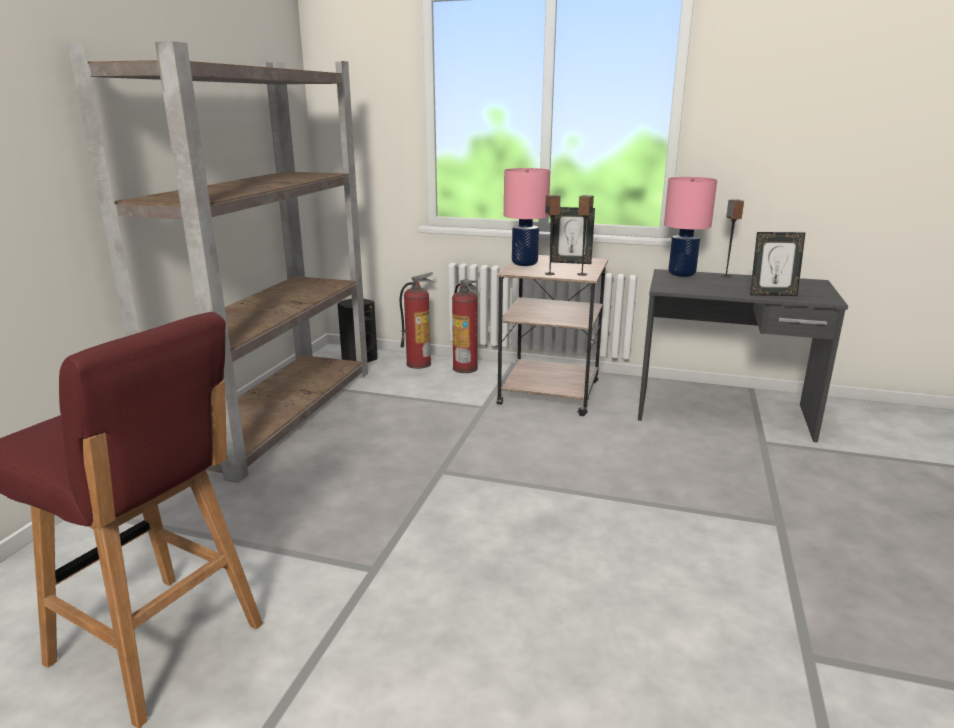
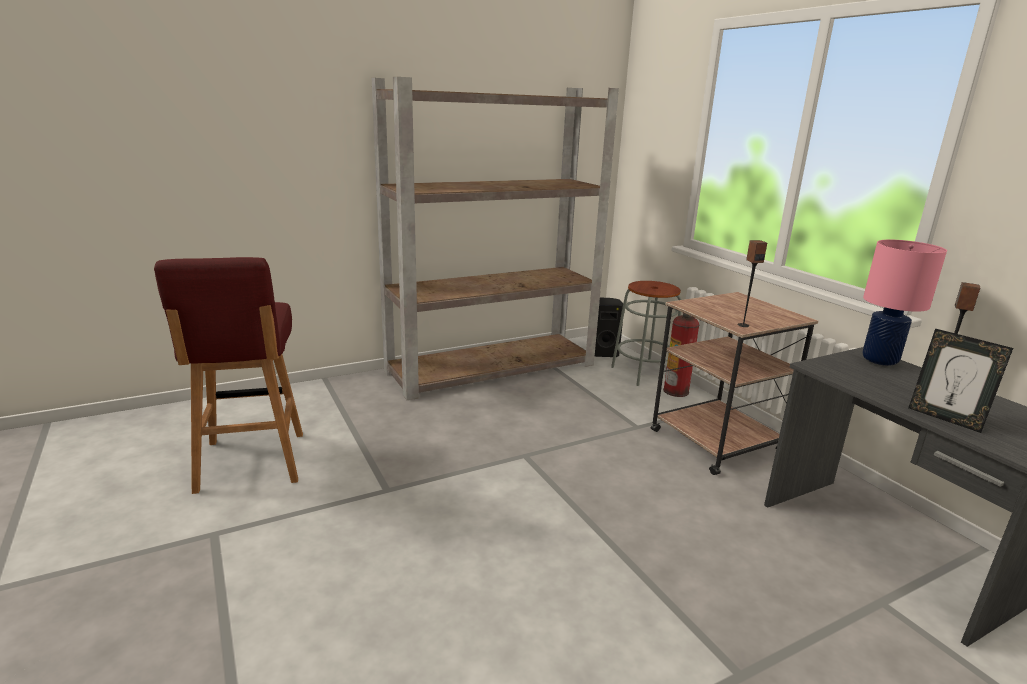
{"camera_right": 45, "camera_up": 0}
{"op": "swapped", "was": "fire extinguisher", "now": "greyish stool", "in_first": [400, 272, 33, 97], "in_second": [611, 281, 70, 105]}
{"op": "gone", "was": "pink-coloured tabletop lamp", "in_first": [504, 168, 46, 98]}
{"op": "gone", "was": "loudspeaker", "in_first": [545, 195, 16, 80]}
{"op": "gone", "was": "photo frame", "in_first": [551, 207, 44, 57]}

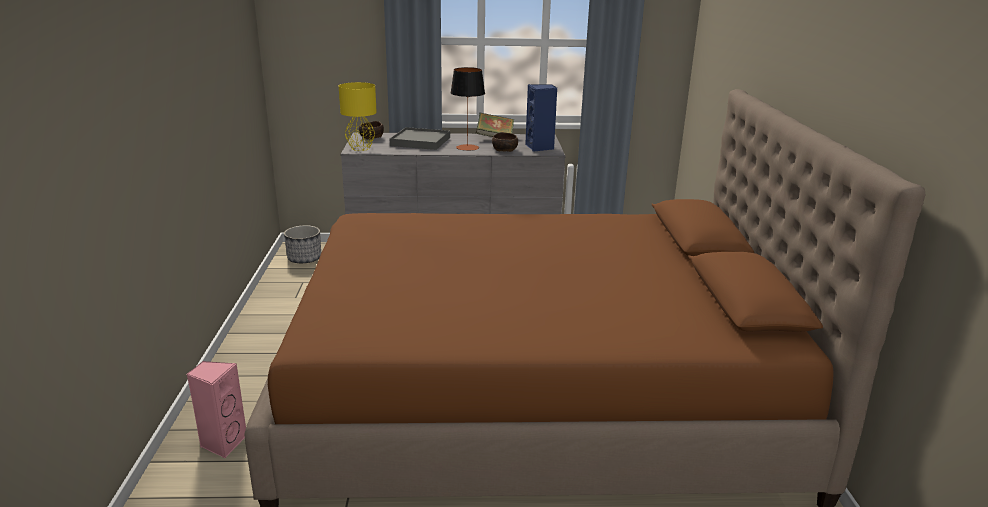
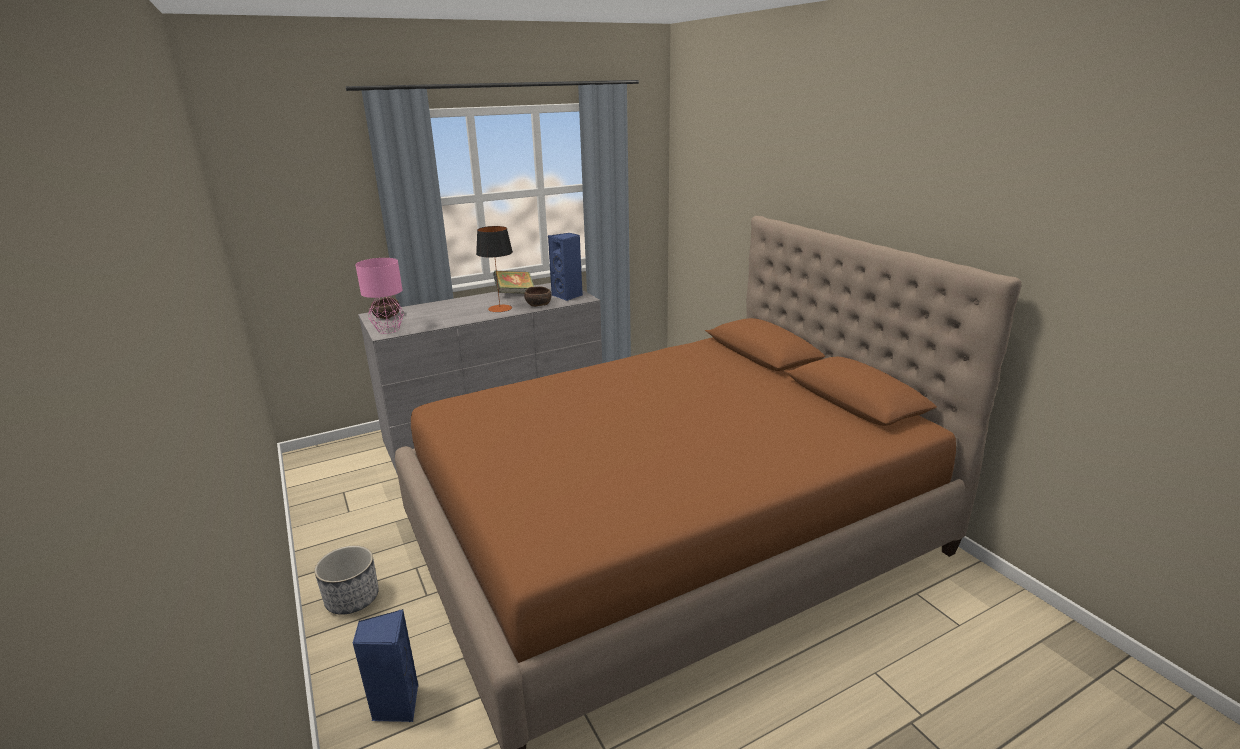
{"camera_right": -25, "camera_up": 0}
{"op": "repainted", "was": "pink-coloured loudspeaker", "now": "blue-coloured loudspeaker", "in_first": [187, 361, 59, 97], "in_second": [352, 609, 67, 113]}
{"op": "shifted", "was": "plant pot", "in_first": [284, 225, 37, 38], "in_second": [314, 546, 65, 69]}
{"op": "repainted", "was": "yellowish tabletop lamp", "now": "pink-coloured tabletop lamp", "in_first": [339, 82, 38, 69], "in_second": [355, 258, 49, 76]}
{"op": "gone", "was": "greyish serving tray", "in_first": [390, 127, 60, 23]}

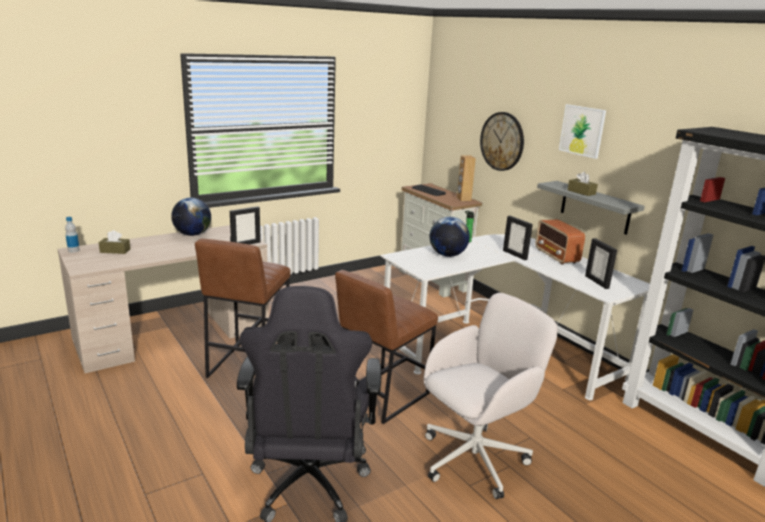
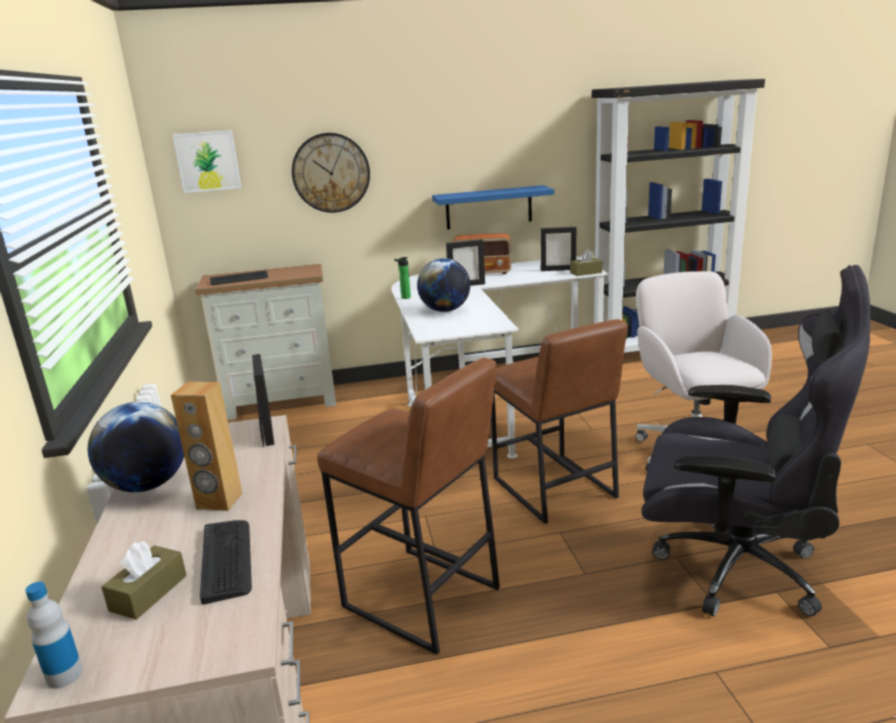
{"camera_right": -65, "camera_up": 0}
{"op": "shifted", "was": "brown loudspeaker", "in_first": [457, 156, 19, 45], "in_second": [171, 382, 71, 129]}
{"op": "repainted", "was": "greyish wall shelf", "now": "blue-coloured wall shelf", "in_first": [537, 181, 108, 54], "in_second": [432, 185, 122, 45]}
{"op": "shifted", "was": "wall art", "in_first": [559, 104, 47, 55], "in_second": [173, 130, 68, 63]}
{"op": "shifted", "was": "brown box of tissues", "in_first": [568, 172, 30, 24], "in_second": [570, 249, 32, 27]}
{"op": "new", "now": "computer keyboard", "in_second": [200, 520, 52, 85]}

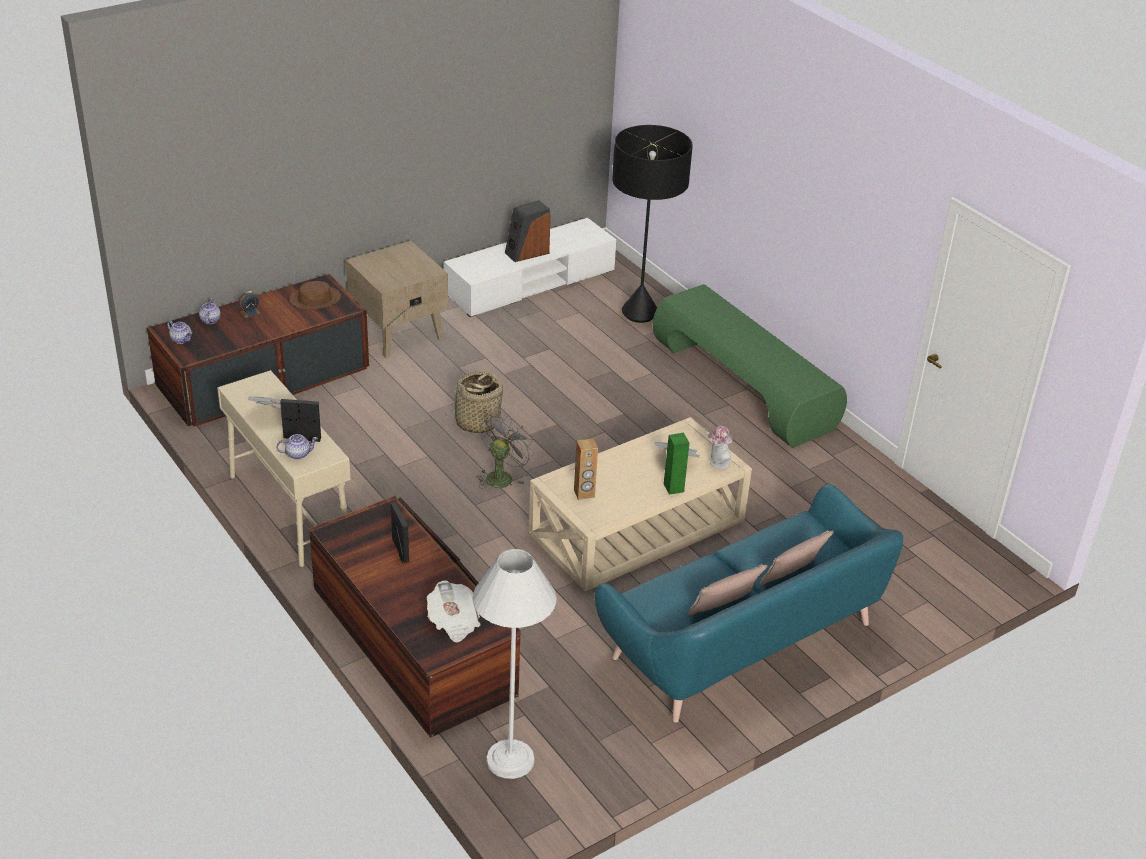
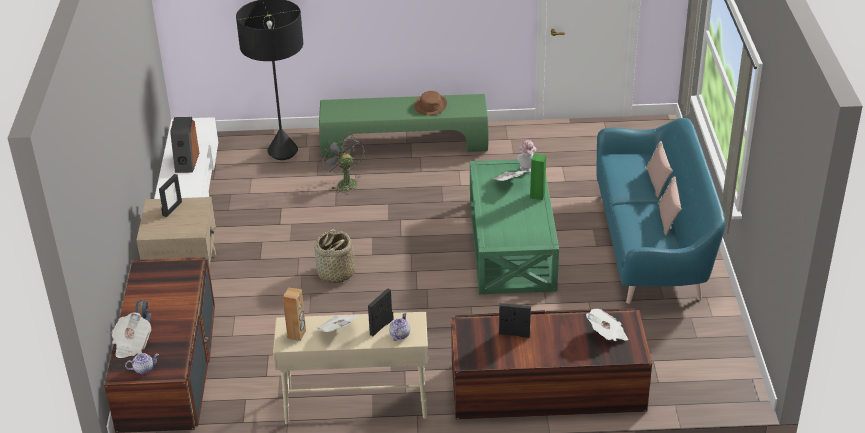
{"camera_right": -55, "camera_up": 0}
{"op": "swapped", "was": "teapot", "now": "printed paper", "in_first": [199, 298, 22, 27], "in_second": [111, 312, 41, 46]}
{"op": "shifted", "was": "brown hat", "in_first": [289, 281, 52, 29], "in_second": [414, 91, 33, 24]}
{"op": "gone", "was": "white standard lamp", "in_first": [473, 549, 84, 230]}
{"op": "shifted", "was": "greyish fan", "in_first": [477, 414, 57, 75], "in_second": [321, 136, 43, 59]}
{"op": "repainted", "was": "sand-coloured coffee table", "now": "greenish coffee table", "in_first": [529, 417, 223, 174], "in_second": [470, 159, 89, 135]}
{"op": "shifted", "was": "brown loudspeaker", "in_first": [574, 438, 24, 62], "in_second": [283, 287, 23, 54]}
{"op": "new", "now": "photo frame", "in_second": [159, 174, 23, 43]}

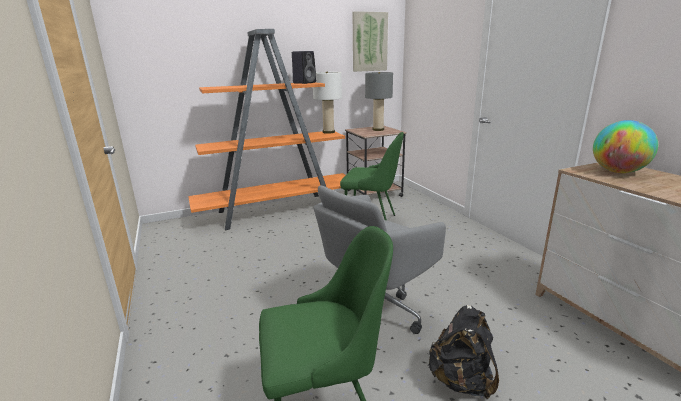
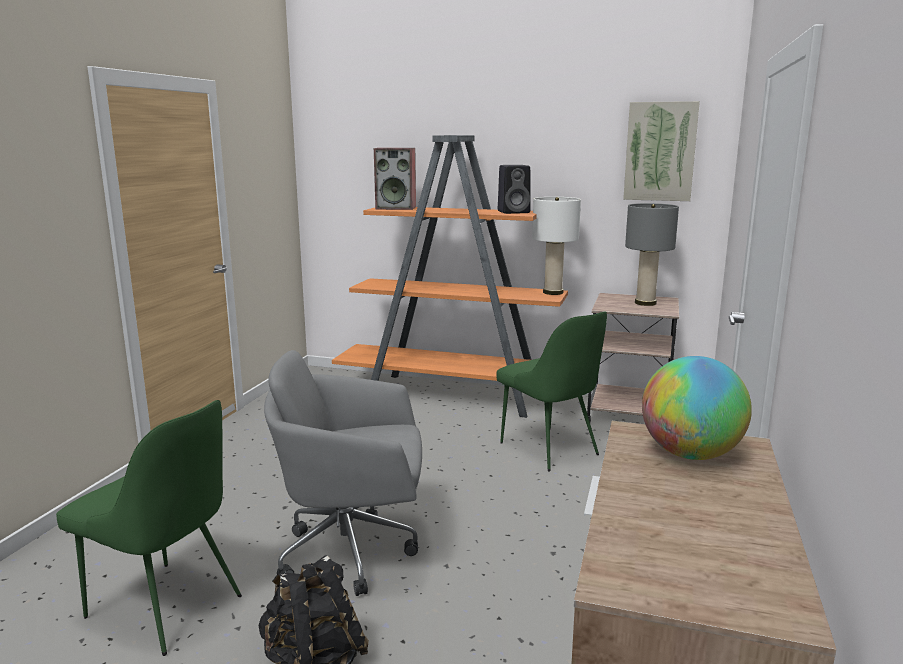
{"camera_right": 40, "camera_up": -5}
{"op": "new", "now": "loudspeaker", "in_second": [374, 148, 42, 62]}

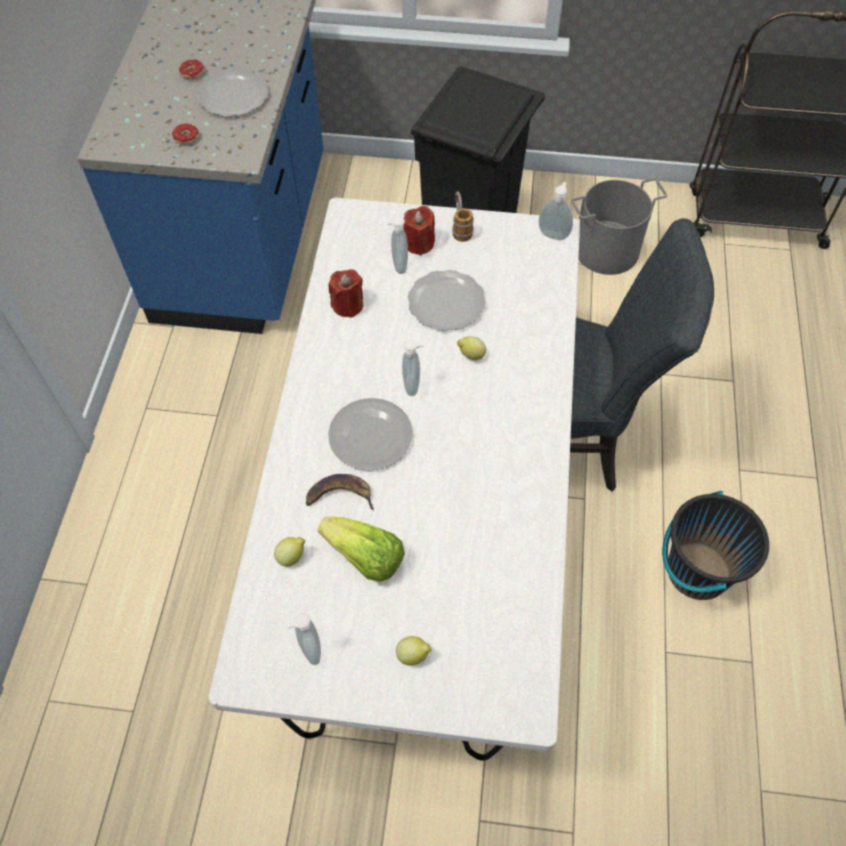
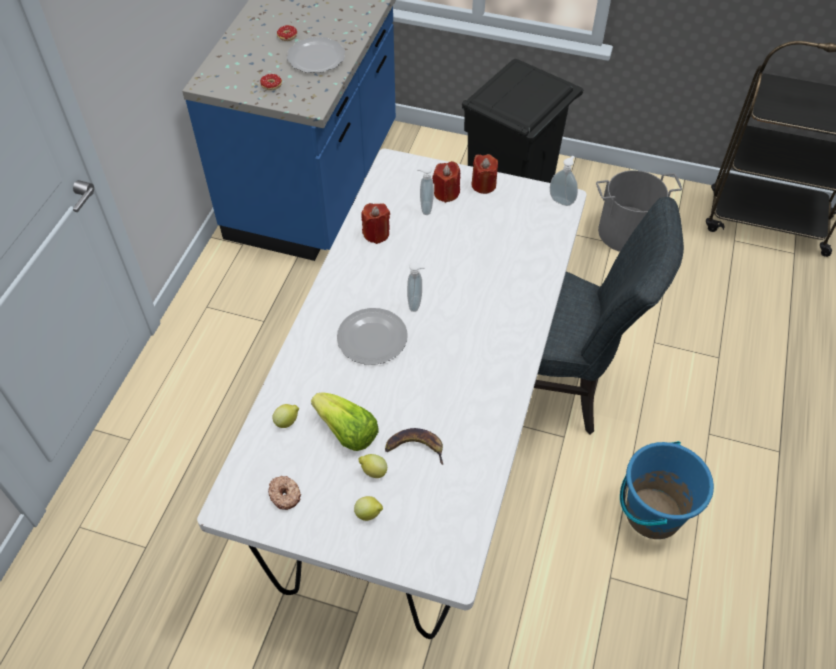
{"camera_right": 10, "camera_up": -5}
{"op": "swapped", "was": "soap bottle", "now": "doughnut", "in_first": [286, 613, 35, 52], "in_second": [268, 476, 33, 34]}
{"op": "shifted", "was": "whole banana", "in_first": [306, 474, 68, 36], "in_second": [385, 428, 58, 37]}
{"op": "gone", "was": "plate", "in_first": [408, 270, 78, 61]}
{"op": "swapped", "was": "coffee mug", "now": "red-coloured wax light", "in_first": [452, 191, 22, 51], "in_second": [471, 154, 27, 40]}
{"op": "shifted", "was": "whole lemon", "in_first": [457, 336, 29, 24], "in_second": [358, 454, 29, 24]}
{"op": "repainted", "was": "blackish water bucket", "now": "blue-coloured water bucket", "in_first": [662, 491, 107, 109], "in_second": [620, 441, 94, 98]}

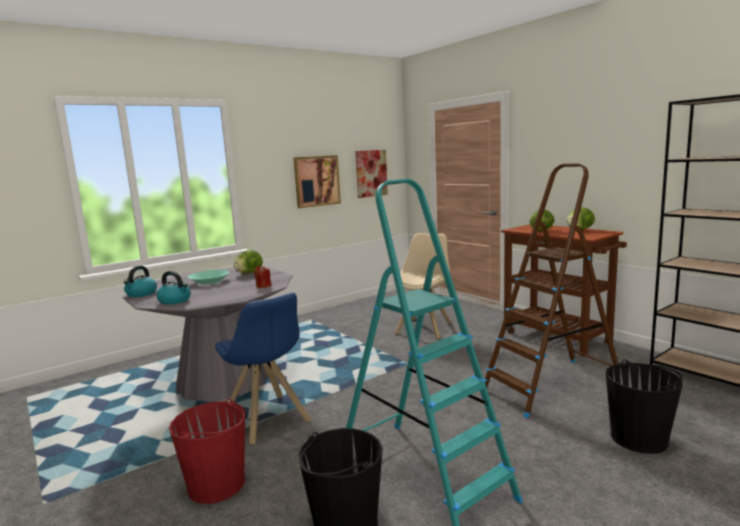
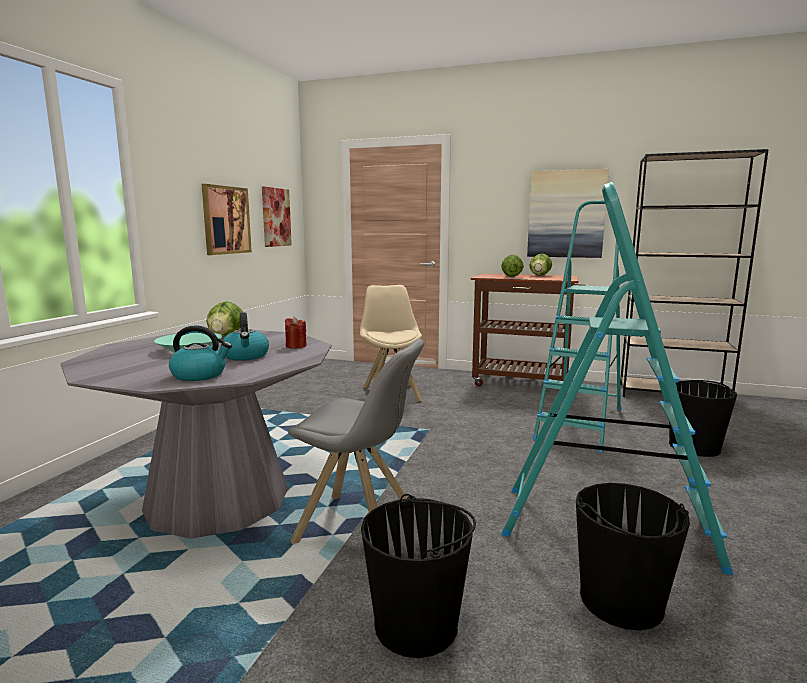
{"camera_right": -35, "camera_up": 0}
{"op": "shifted", "was": "kettle", "in_first": [124, 266, 33, 31], "in_second": [221, 313, 48, 48]}
{"op": "repainted", "was": "red-coloured water bucket", "now": "blackish water bucket", "in_first": [169, 399, 76, 105], "in_second": [361, 494, 115, 164]}
{"op": "repainted", "was": "blue-coloured chair", "now": "greyish chair", "in_first": [215, 293, 96, 152], "in_second": [288, 339, 136, 205]}
{"op": "repainted", "was": "brown step stool", "now": "turquoise step stool", "in_first": [485, 163, 133, 255], "in_second": [533, 200, 88, 253]}
{"op": "new", "now": "wall art", "in_second": [527, 169, 82, 89]}

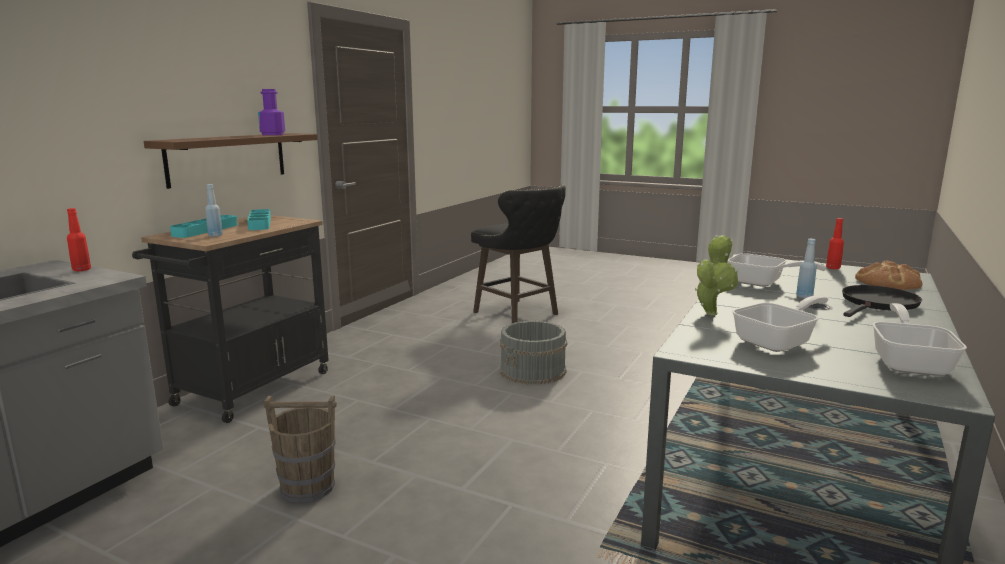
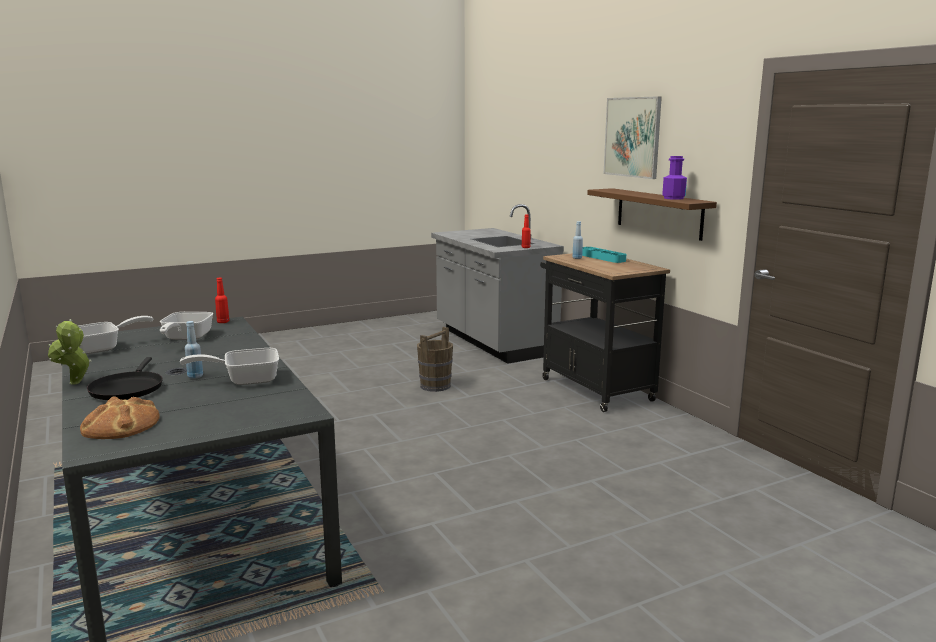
{"camera_right": 125, "camera_up": 0}
{"op": "gone", "was": "turquoise serving tray", "in_first": [247, 209, 24, 21]}
{"op": "gone", "was": "blackish stool", "in_first": [471, 184, 95, 139]}
{"op": "gone", "was": "greyish water bucket", "in_first": [500, 321, 67, 63]}
{"op": "shifted", "was": "plant in a pot", "in_first": [695, 235, 43, 81], "in_second": [47, 319, 44, 65]}
{"op": "shifted", "was": "red-coloured beverage bottle", "in_first": [826, 218, 18, 51], "in_second": [215, 278, 14, 45]}
{"op": "rotated", "was": "skillet", "in_first": [873, 303, 94, 73], "in_second": [78, 316, 75, 39], "clockwise": -90}
{"op": "new", "now": "wall art", "in_second": [604, 96, 58, 83]}

